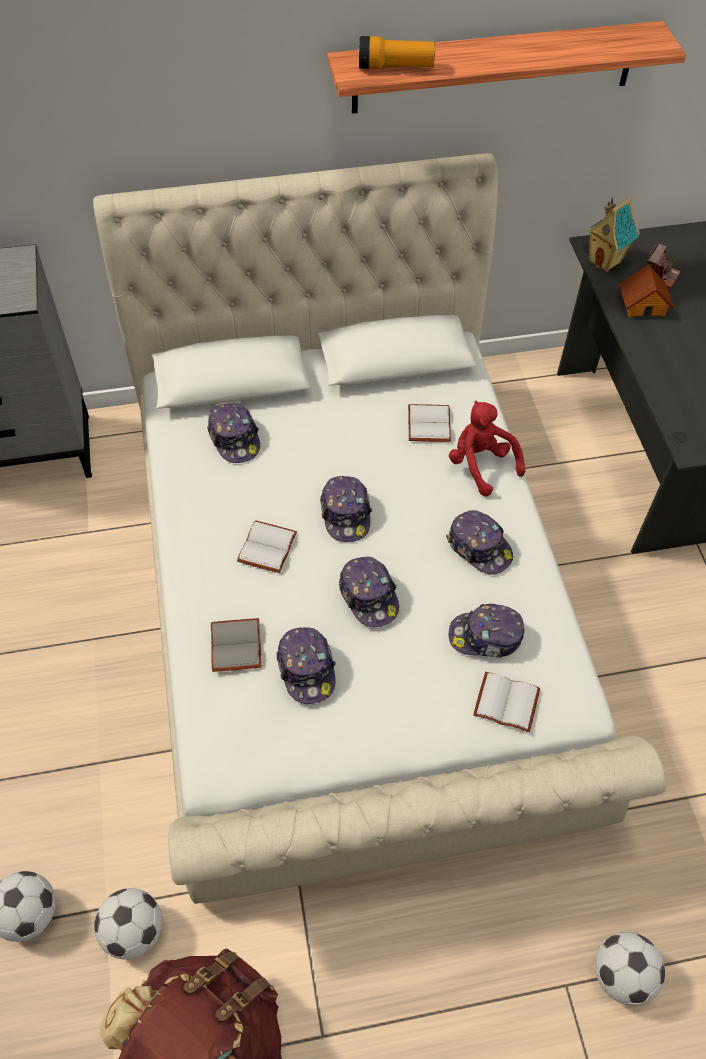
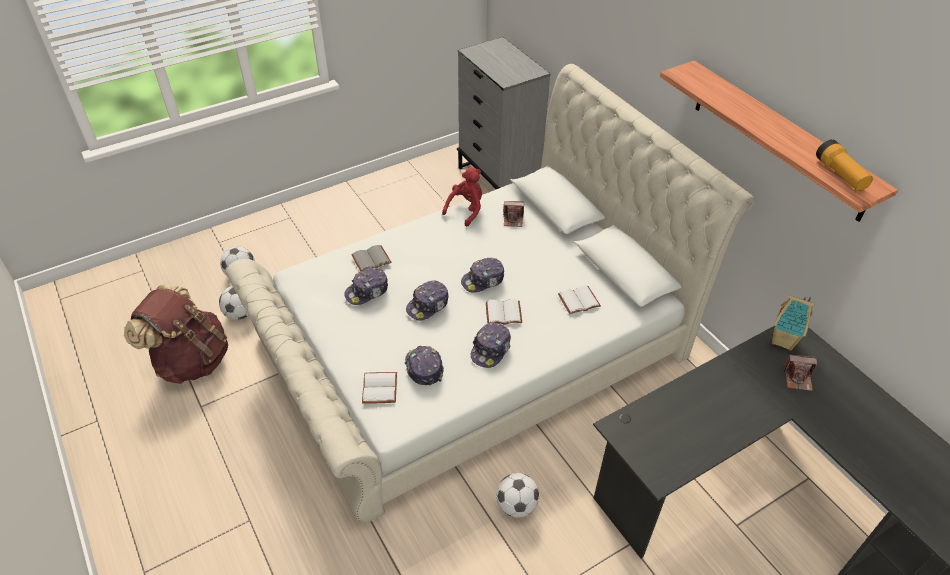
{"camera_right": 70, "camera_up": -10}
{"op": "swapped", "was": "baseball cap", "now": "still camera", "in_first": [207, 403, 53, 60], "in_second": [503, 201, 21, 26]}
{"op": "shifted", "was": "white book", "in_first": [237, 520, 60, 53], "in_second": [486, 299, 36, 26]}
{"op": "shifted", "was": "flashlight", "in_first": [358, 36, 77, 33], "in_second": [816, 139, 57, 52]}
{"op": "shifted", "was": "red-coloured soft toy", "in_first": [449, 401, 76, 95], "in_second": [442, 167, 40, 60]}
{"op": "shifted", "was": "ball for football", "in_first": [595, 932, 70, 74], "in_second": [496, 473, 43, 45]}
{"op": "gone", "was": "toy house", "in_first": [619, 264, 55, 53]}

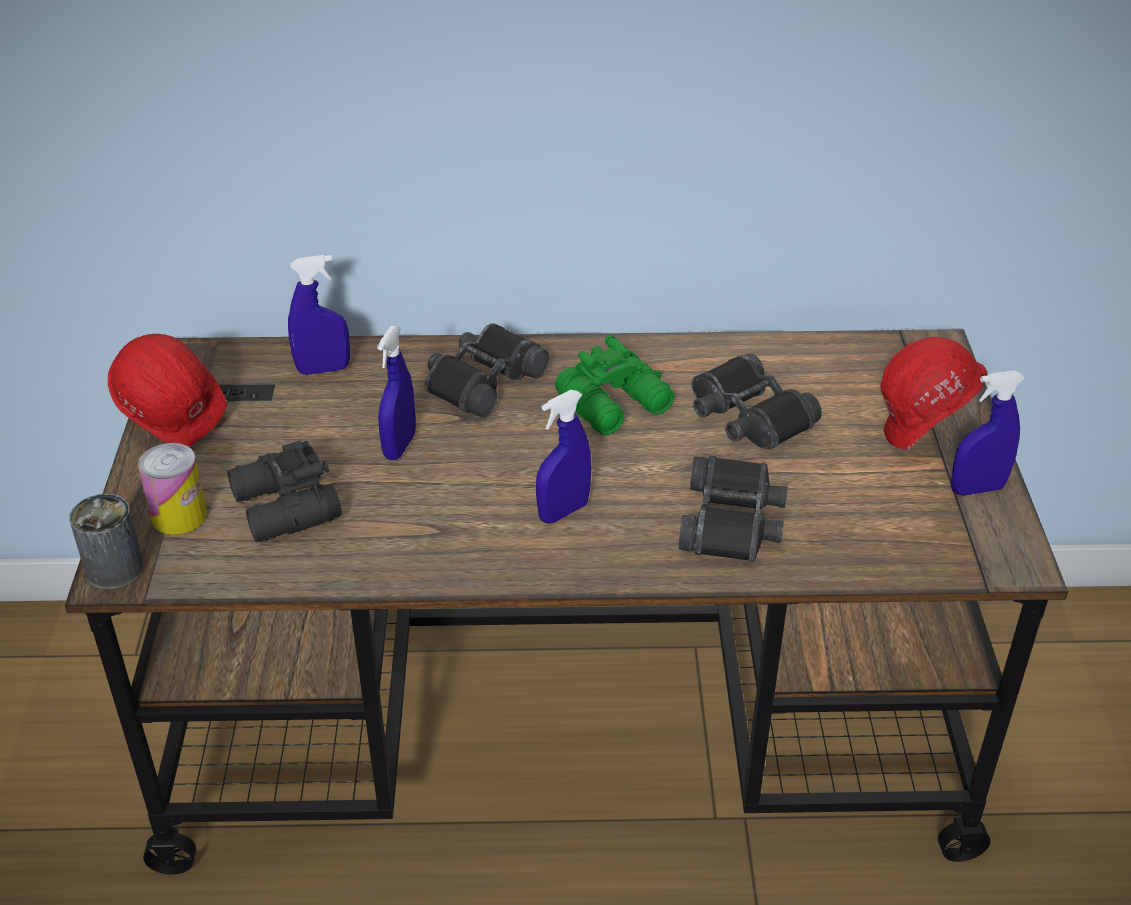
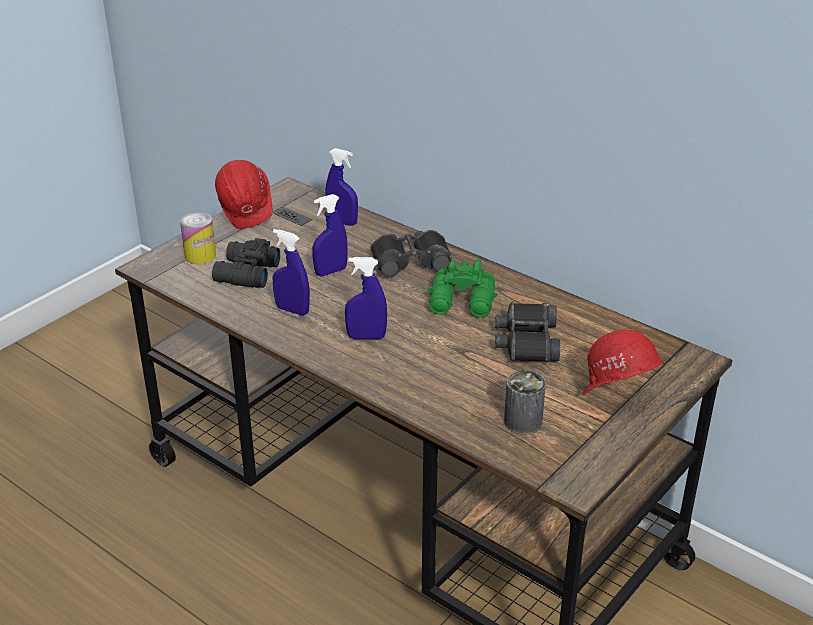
{"camera_right": 40, "camera_up": -5}
{"op": "shifted", "was": "sealed can", "in_first": [69, 494, 75, 95], "in_second": [504, 370, 42, 64]}
{"op": "gone", "was": "blackish field glasses", "in_first": [679, 456, 109, 106]}
{"op": "shifted", "was": "blue-coloured hand sprayer", "in_first": [951, 370, 74, 126], "in_second": [273, 229, 37, 86]}

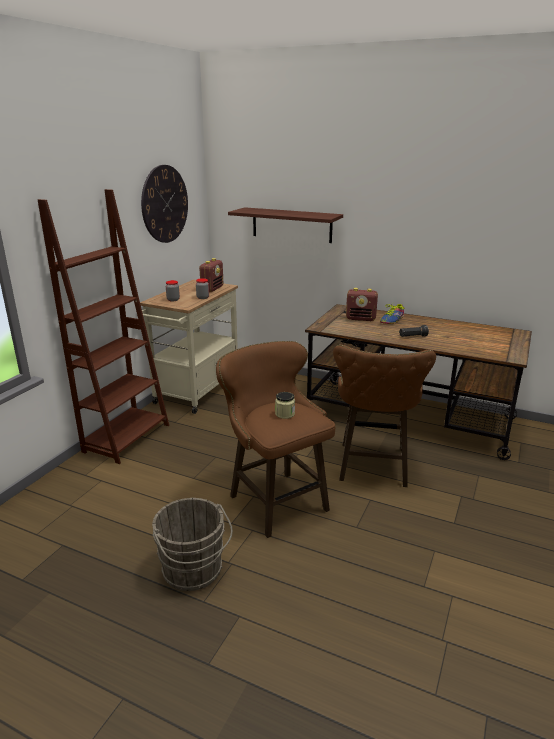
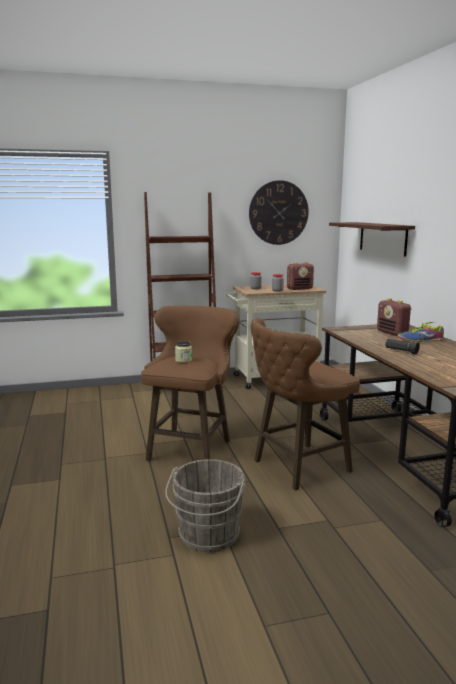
{"camera_right": 50, "camera_up": -10}
{"op": "shifted", "was": "greyish water bucket", "in_first": [152, 498, 81, 93], "in_second": [165, 459, 80, 93]}

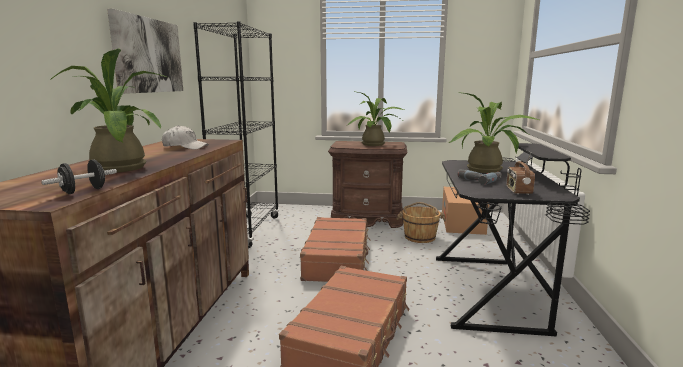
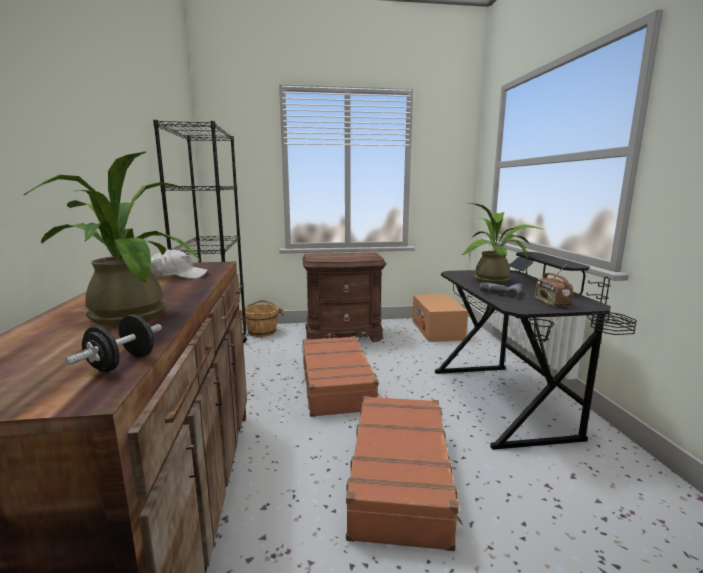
{"camera_right": -15, "camera_up": 0}
{"op": "gone", "was": "wall art", "in_first": [107, 9, 76, 85]}
{"op": "gone", "was": "plant in a pot", "in_first": [346, 92, 58, 54]}
{"op": "shifted", "was": "brown water bucket", "in_first": [397, 202, 49, 41], "in_second": [241, 300, 43, 37]}

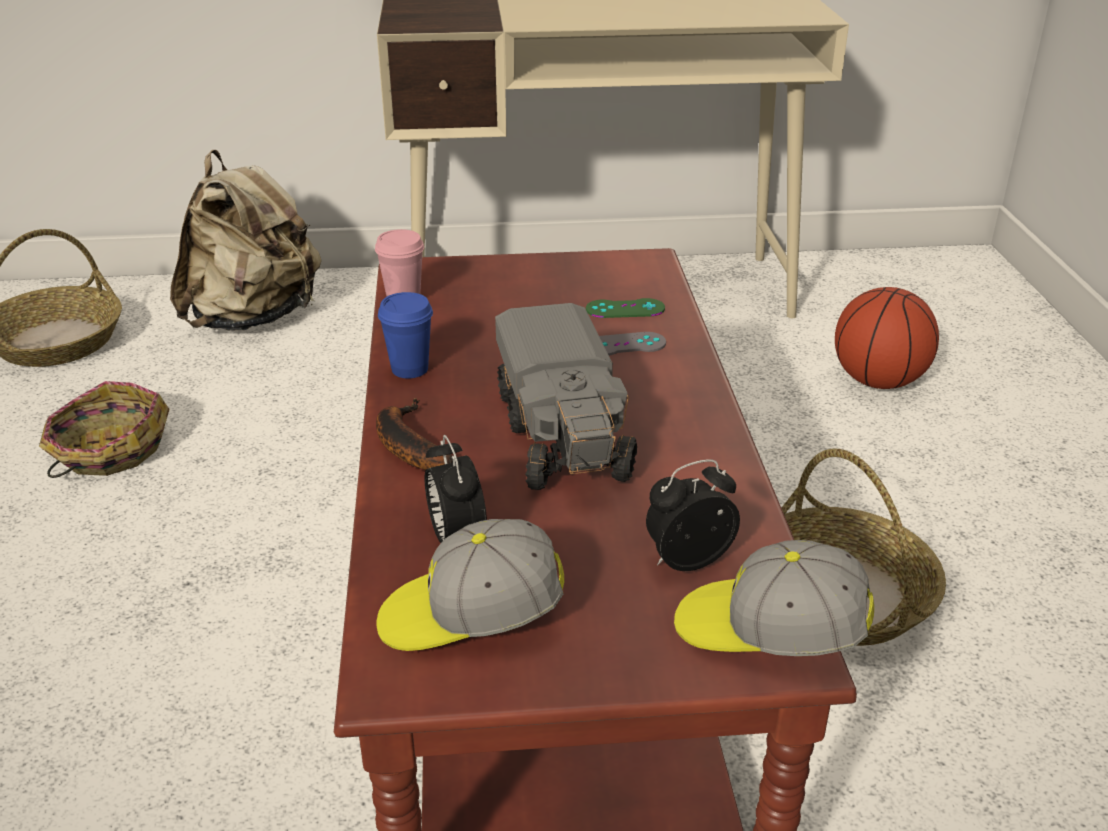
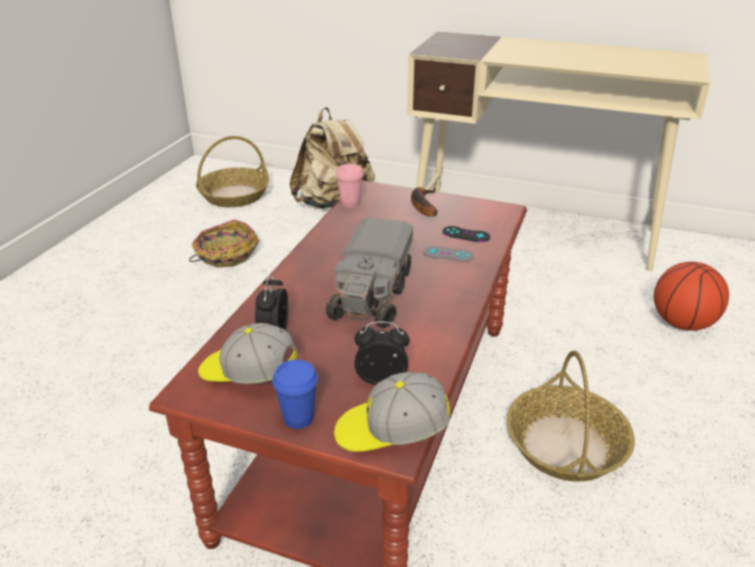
{"camera_right": 25, "camera_up": 0}
{"op": "shifted", "was": "whole banana", "in_first": [376, 398, 77, 72], "in_second": [411, 187, 27, 29]}
{"op": "shifted", "was": "blue-coloured drinking cup", "in_first": [378, 292, 55, 87], "in_second": [272, 360, 46, 69]}
{"op": "repainted", "was": "greenish gamepad", "now": "blackish gamepad", "in_first": [586, 298, 79, 20], "in_second": [442, 226, 48, 16]}
{"op": "rotated", "was": "baseball cap", "in_first": [674, 540, 200, 116], "in_second": [334, 372, 116, 80], "clockwise": -45}

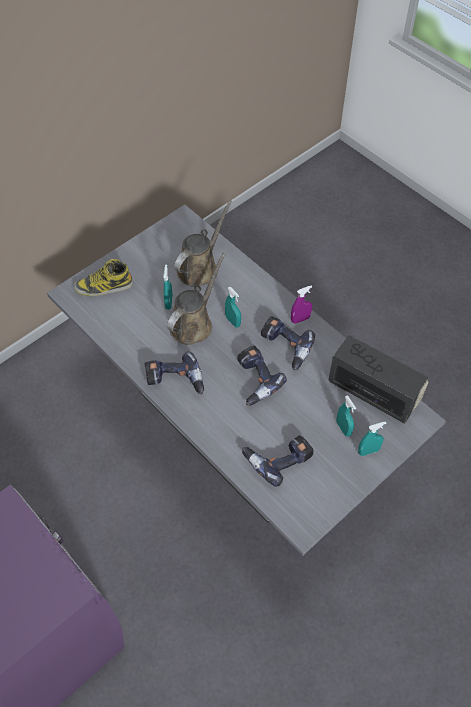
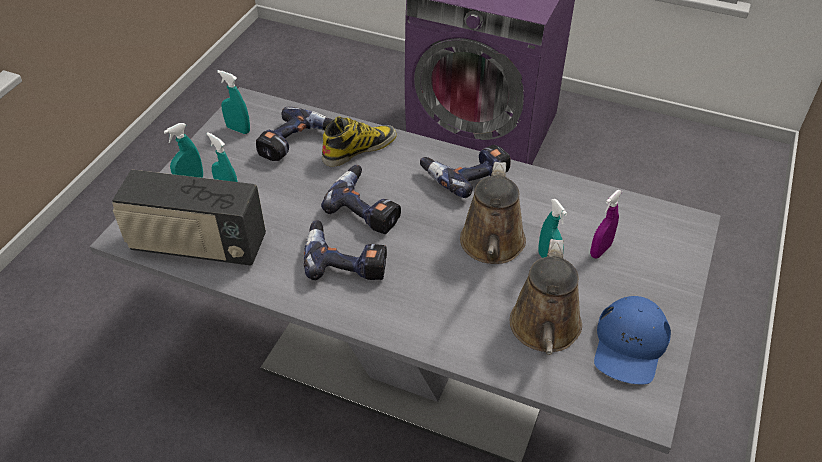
{"camera_right": 155, "camera_up": -10}
{"op": "shifted", "was": "tall boot", "in_first": [74, 259, 59, 37], "in_second": [322, 116, 75, 51]}
{"op": "shifted", "was": "turquoise hand sprayer", "in_first": [225, 287, 16, 40], "in_second": [217, 70, 33, 64]}
{"op": "shifted", "was": "purple-coloured hand sprayer", "in_first": [291, 285, 21, 39], "in_second": [590, 190, 32, 68]}
{"op": "new", "now": "blue-coloured baseball cap", "in_second": [594, 296, 77, 88]}

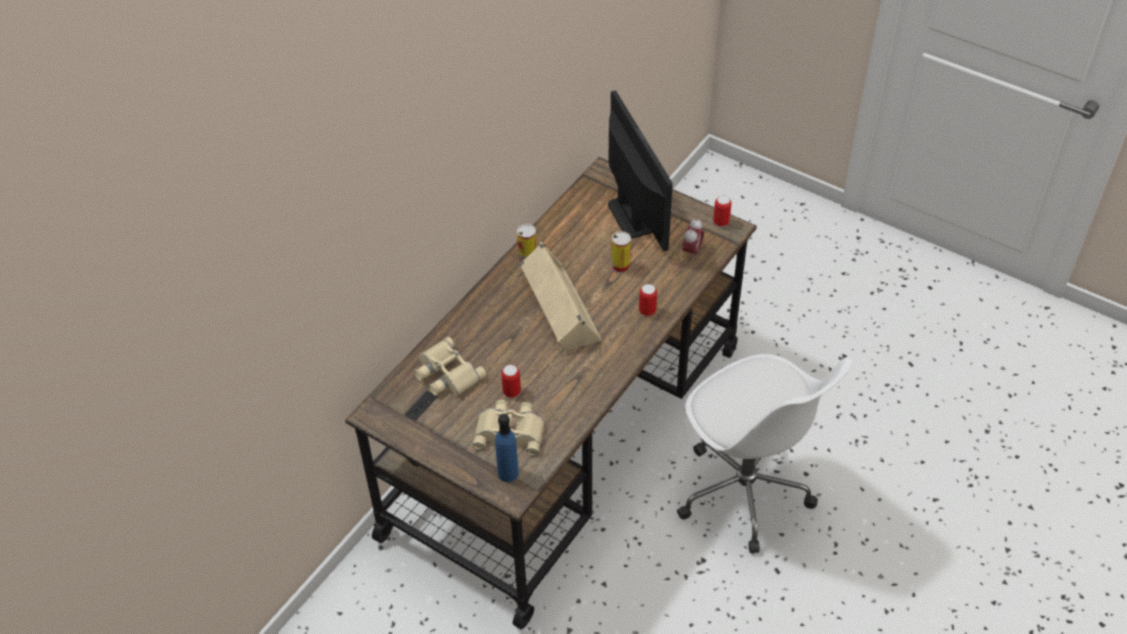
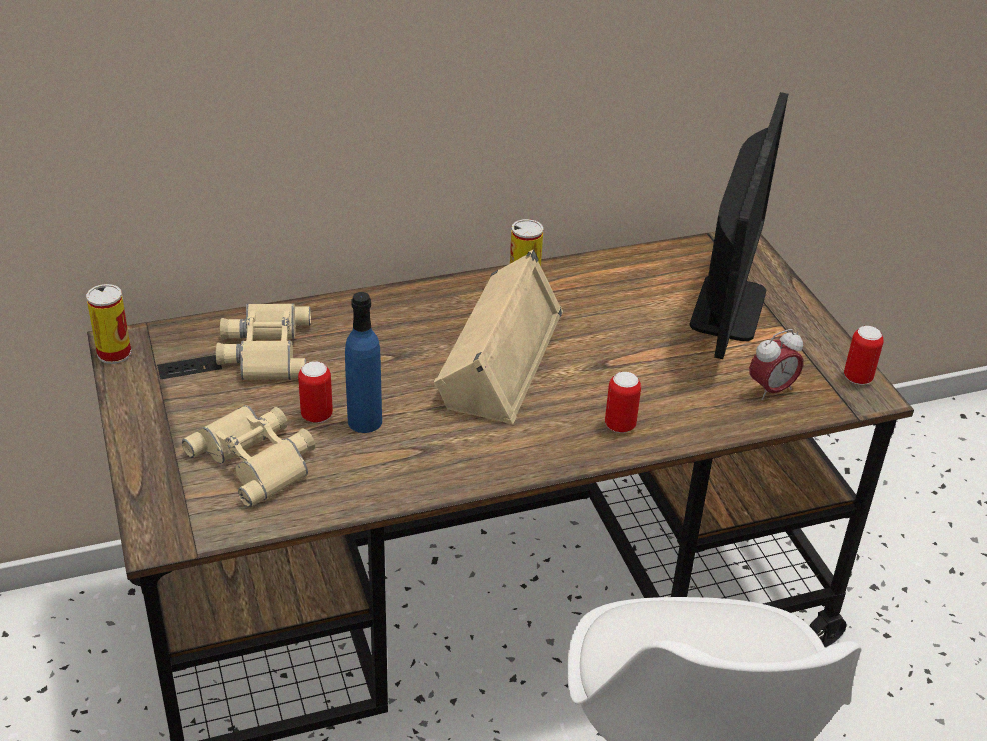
{"camera_right": 35, "camera_up": -10}
{"op": "shifted", "was": "blue-coloured beverage bottle", "in_first": [495, 414, 24, 68], "in_second": [345, 292, 37, 141]}
{"op": "shifted", "was": "sealed can", "in_first": [611, 231, 20, 43], "in_second": [86, 284, 46, 80]}

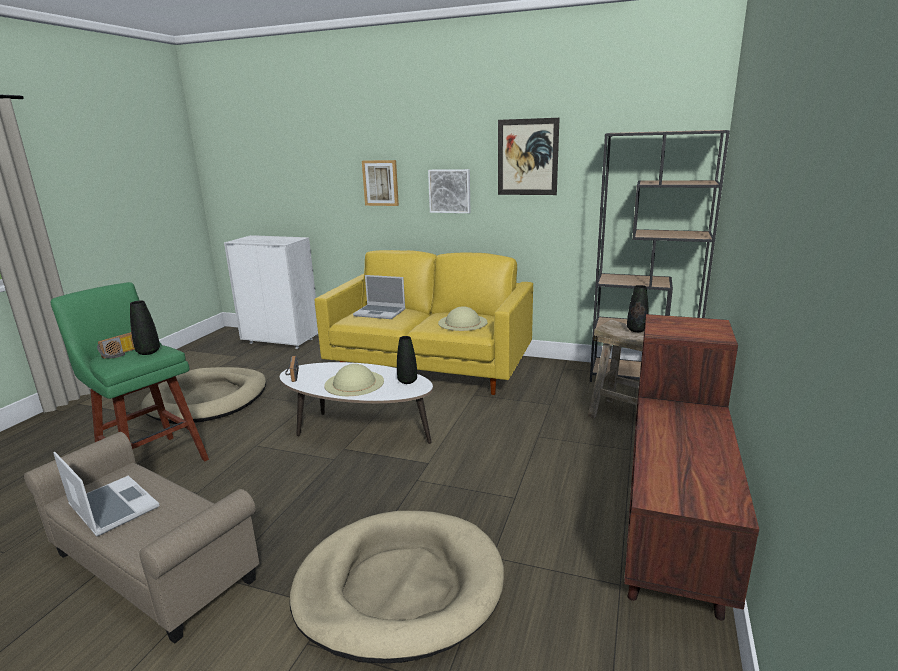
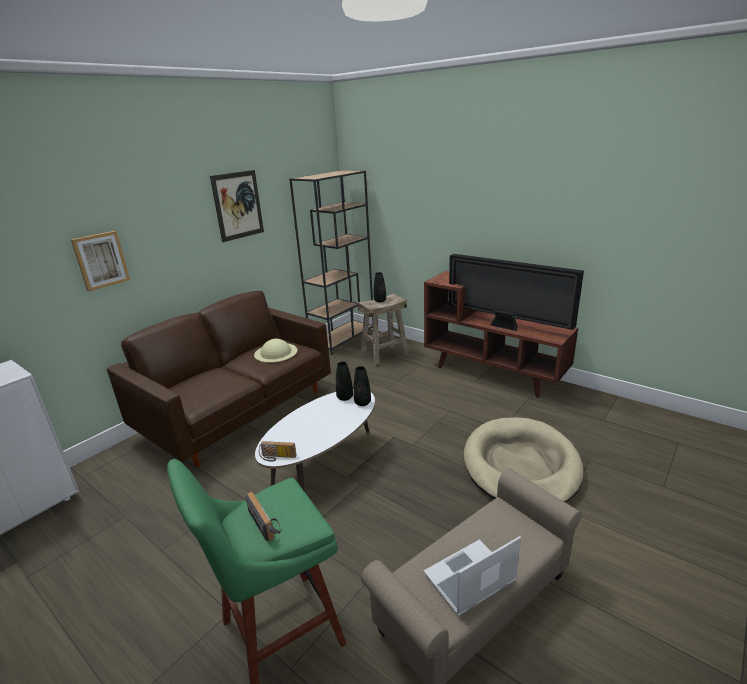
{"camera_right": -70, "camera_up": 5}
{"op": "shifted", "was": "blackish vase", "in_first": [130, 301, 30, 54], "in_second": [353, 366, 18, 40]}
{"op": "gone", "was": "sand-coloured dog cushion", "in_first": [141, 367, 125, 57]}
{"op": "repainted", "was": "yellowish settee", "now": "brown settee", "in_first": [315, 250, 218, 145], "in_second": [107, 291, 224, 176]}
{"op": "gone", "was": "sand-coloured hat", "in_first": [324, 364, 60, 32]}
{"op": "gone", "was": "notebook computer", "in_first": [353, 275, 53, 44]}
{"op": "gone", "was": "wall art", "in_first": [428, 169, 42, 44]}
{"op": "new", "now": "television", "in_second": [449, 254, 135, 77]}

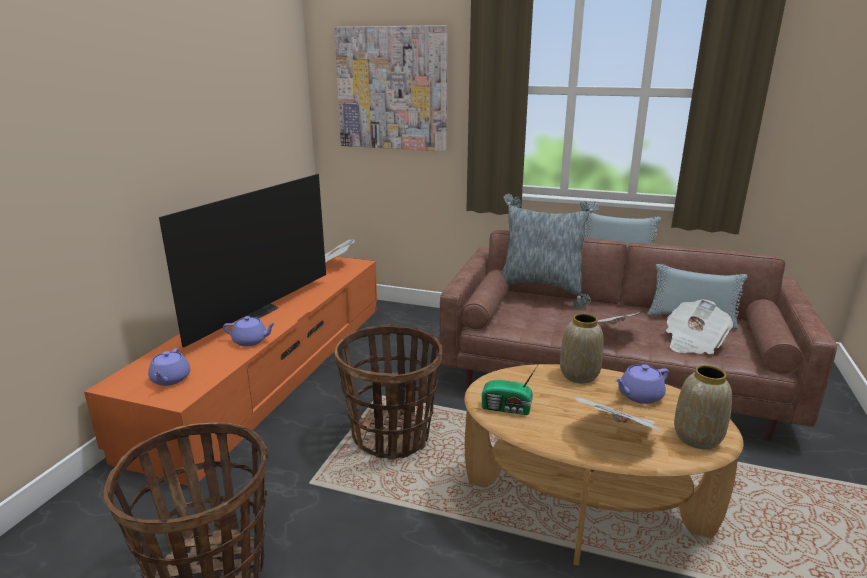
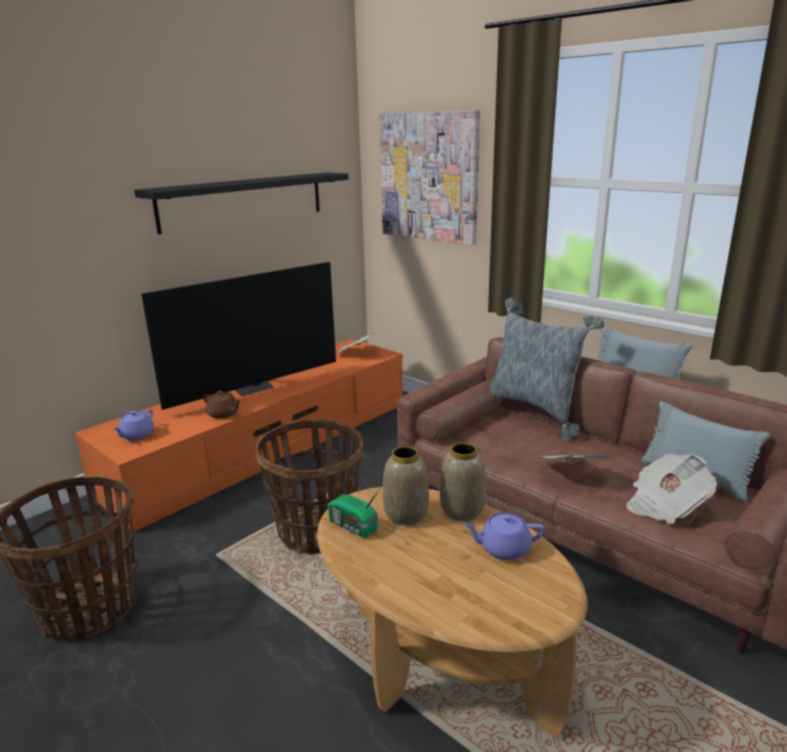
{"camera_right": 25, "camera_up": 0}
{"op": "repainted", "was": "purple-coloured teapot", "now": "brown teapot", "in_first": [223, 316, 53, 30], "in_second": [203, 391, 38, 28]}
{"op": "gone", "was": "printed paper", "in_first": [575, 397, 87, 35]}
{"op": "shifted", "was": "vase", "in_first": [674, 365, 58, 84], "in_second": [383, 446, 46, 79]}
{"op": "new", "now": "blackish wall shelf", "in_second": [134, 172, 215, 63]}

